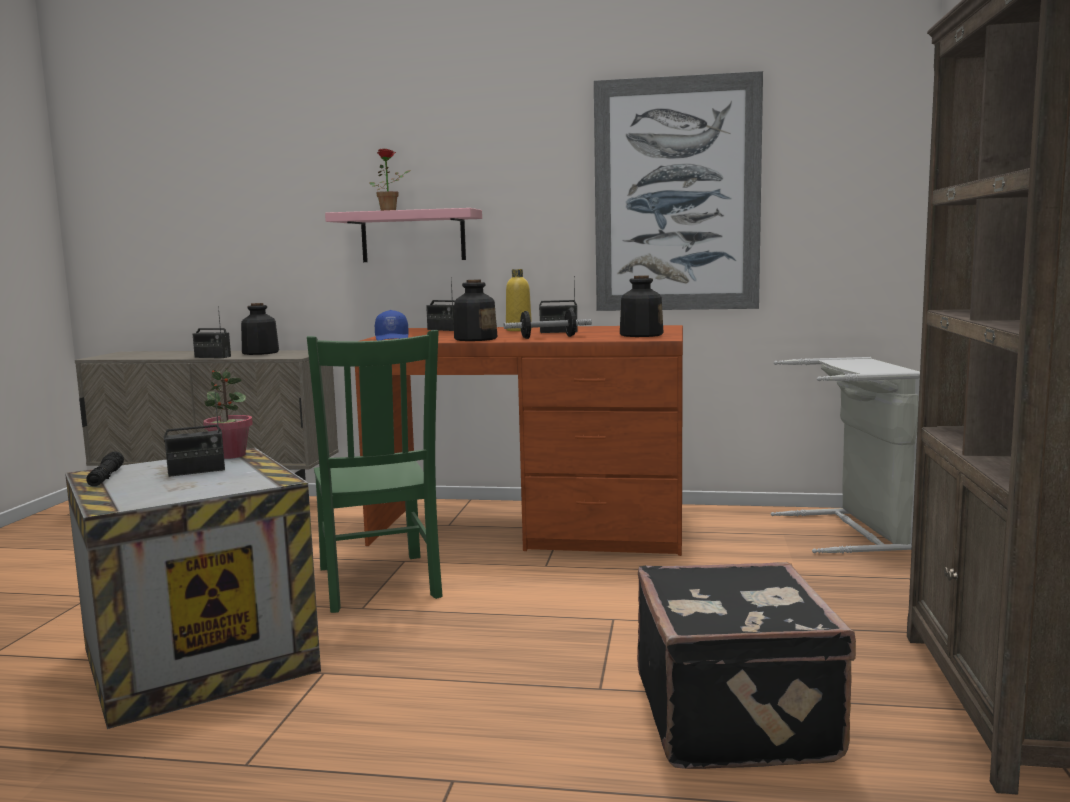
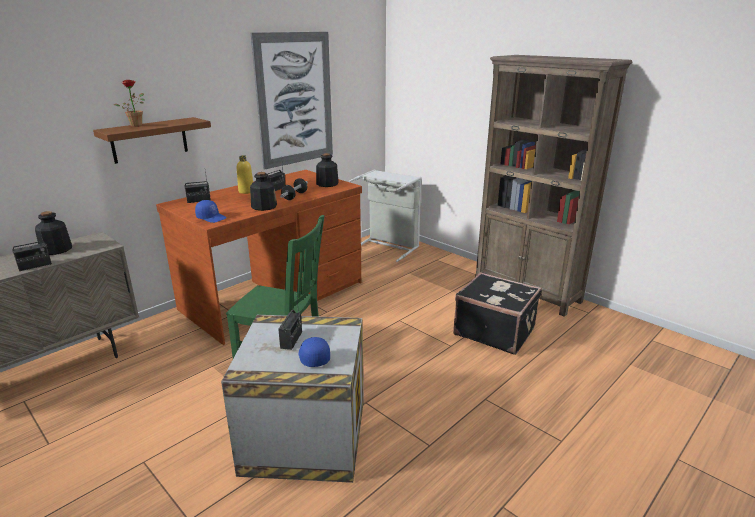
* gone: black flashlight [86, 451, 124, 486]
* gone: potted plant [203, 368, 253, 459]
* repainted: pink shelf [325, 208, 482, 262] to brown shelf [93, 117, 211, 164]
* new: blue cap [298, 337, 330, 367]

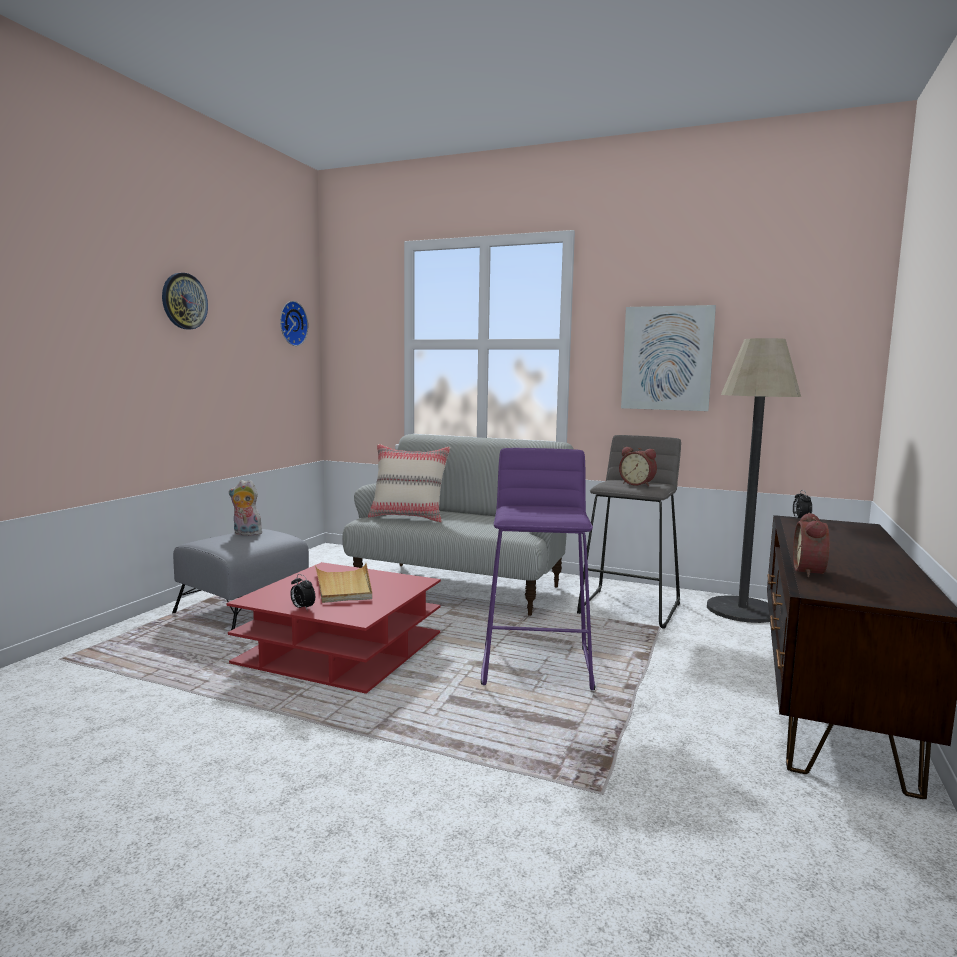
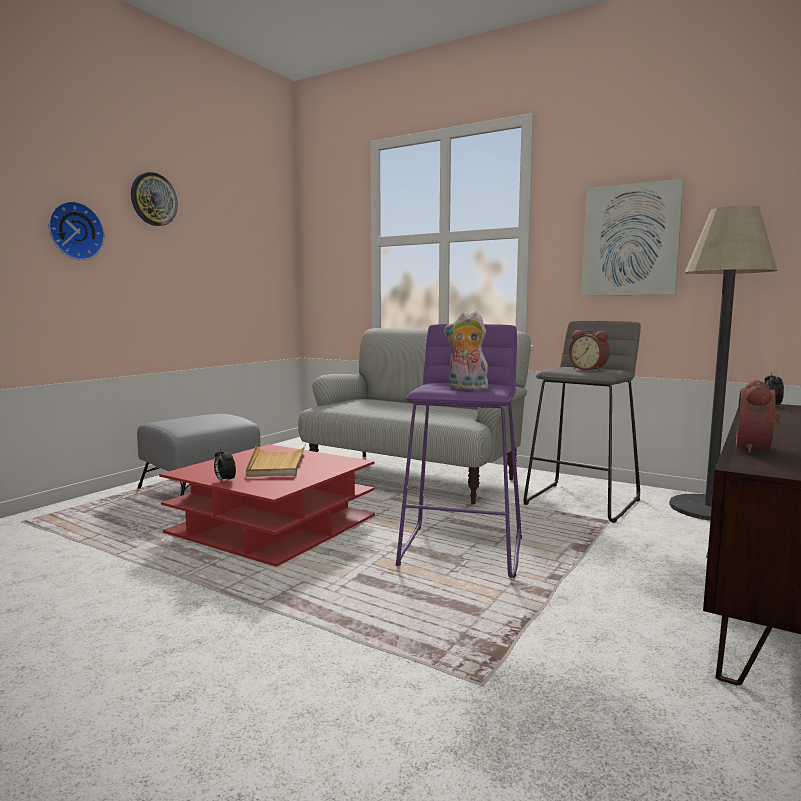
* shifted: plush toy [229, 480, 262, 536] to [444, 311, 488, 390]
* shifted: wall clock [280, 301, 308, 346] to [48, 201, 105, 260]
* gone: beige pillow [368, 444, 451, 522]

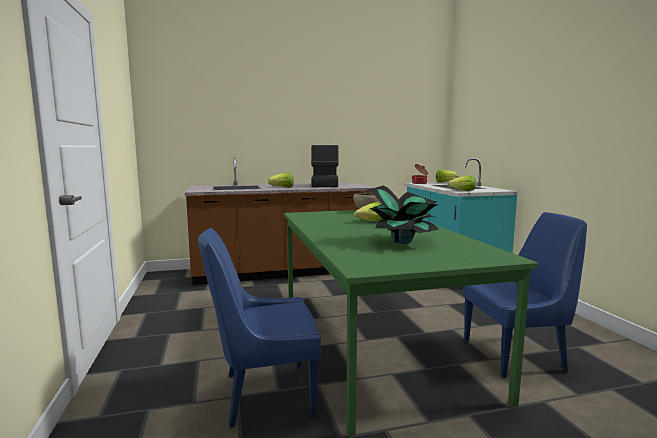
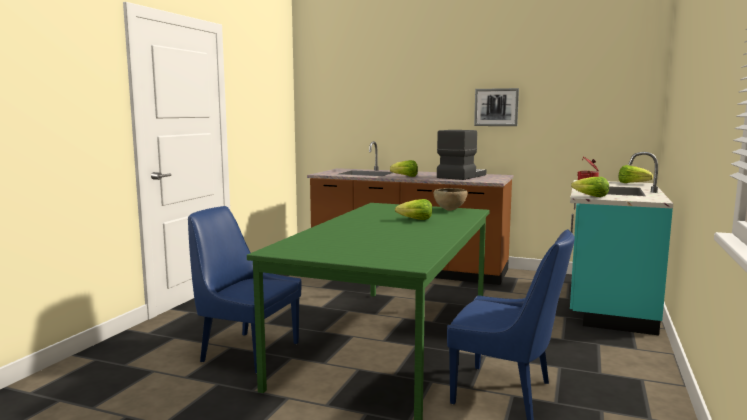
* gone: potted plant [368, 186, 439, 244]
* new: picture [474, 88, 519, 126]

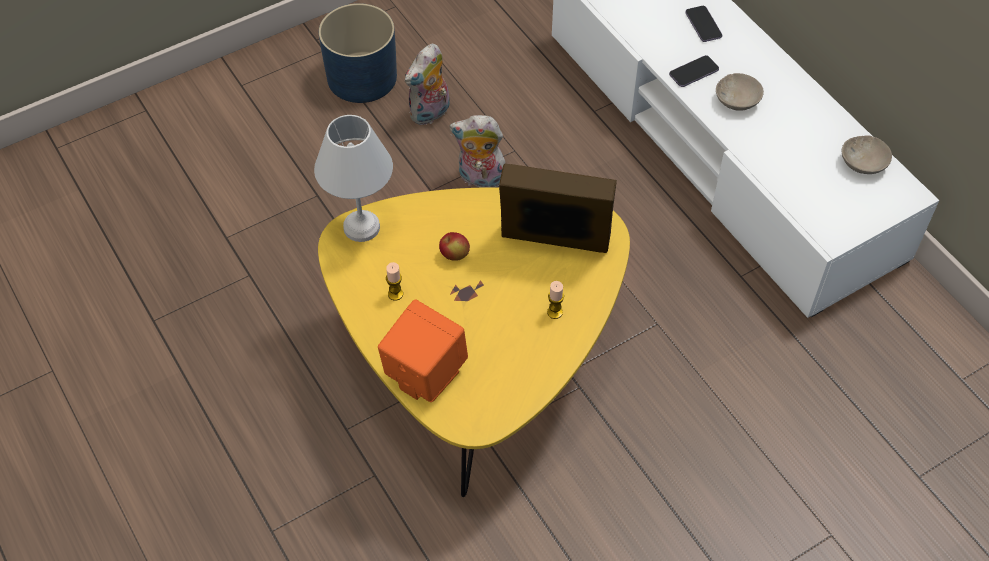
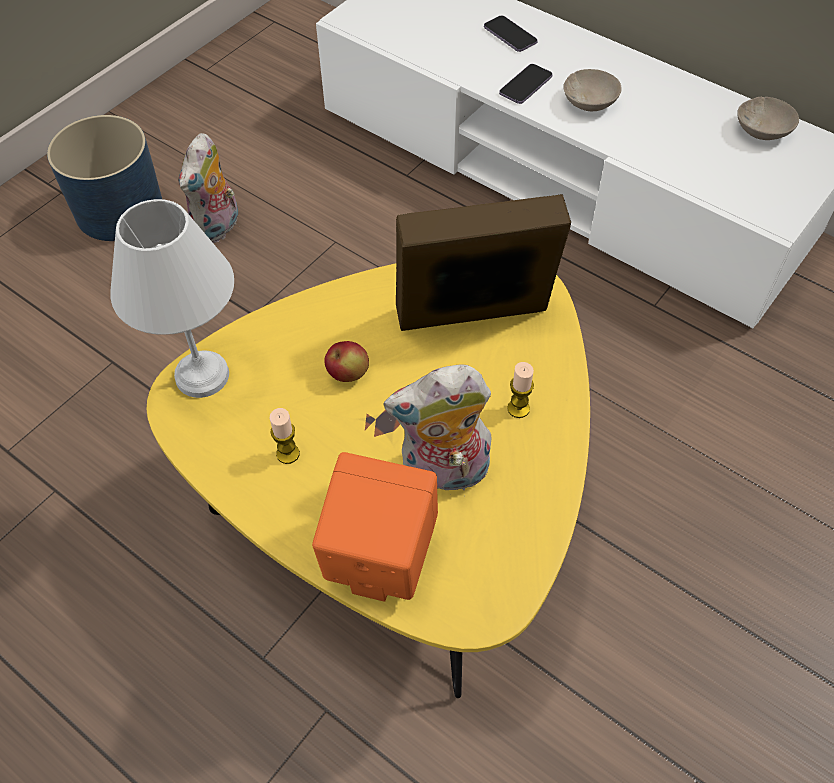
* shifted: plush toy [449, 115, 506, 188] to [384, 365, 491, 497]

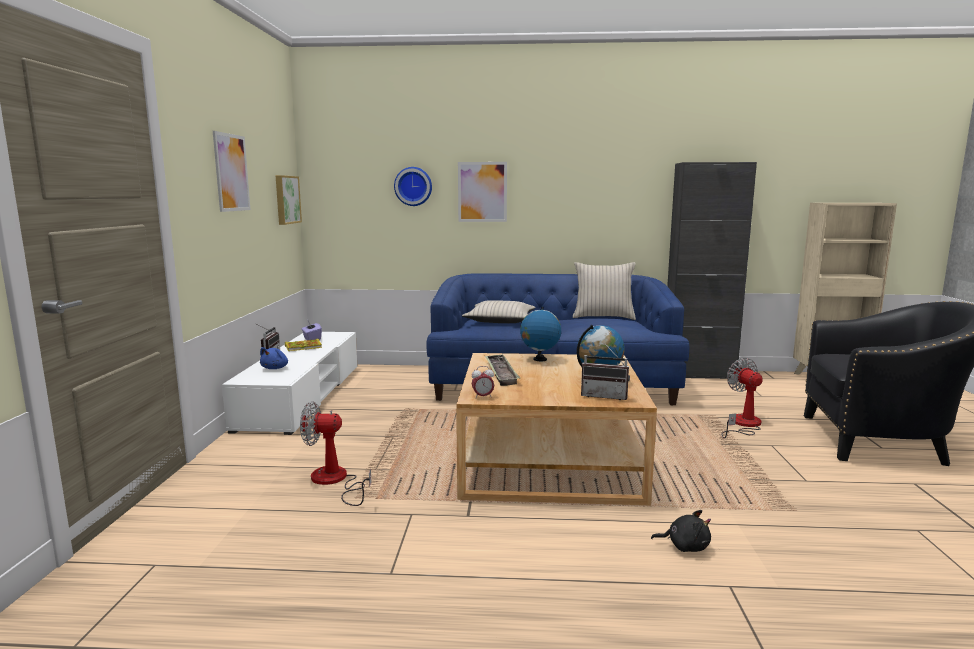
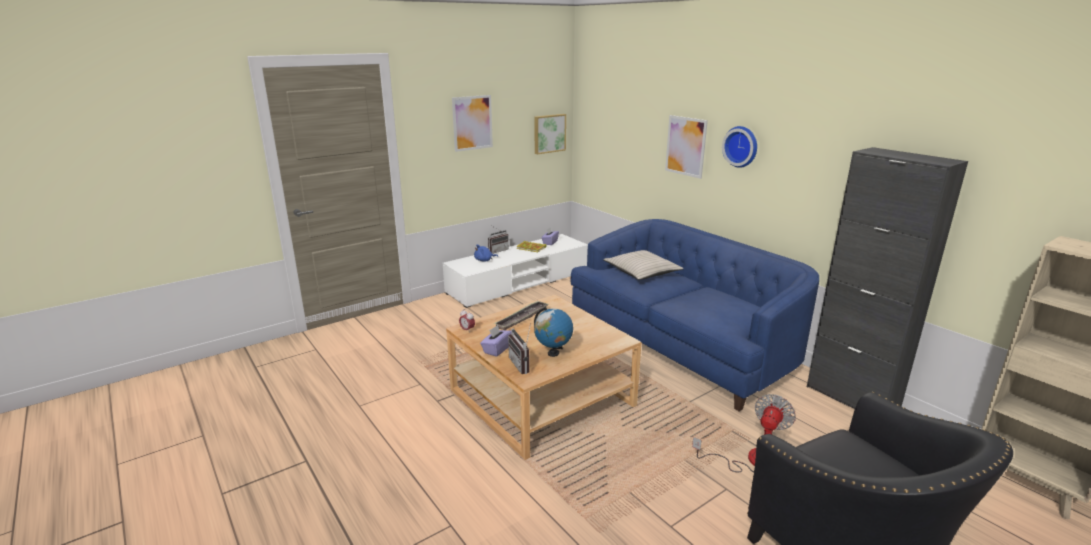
* gone: fan [300, 401, 371, 506]
* shifted: wall clock [394, 167, 432, 206] to [722, 126, 757, 168]
* gone: globe [520, 307, 561, 361]
* gone: beige pillow [573, 262, 636, 320]
* gone: black plush toy [651, 510, 711, 552]
* new: purple tissue box [480, 325, 512, 357]

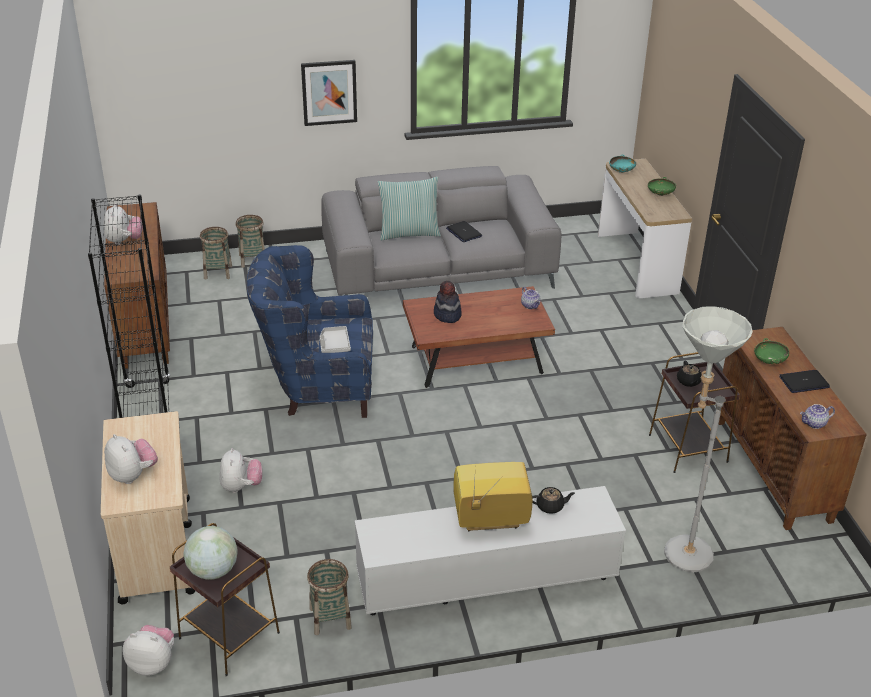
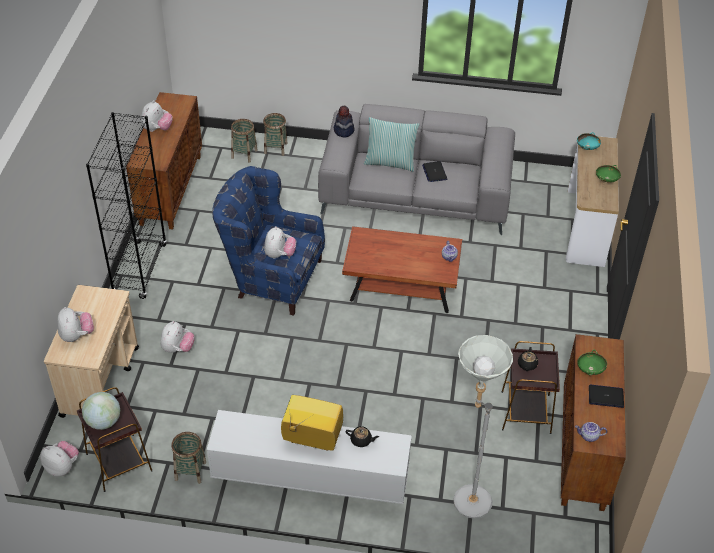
* gone: picture [301, 60, 357, 126]
* swapped: grey tray [320, 326, 351, 353] to plush toy [264, 226, 296, 259]
* shifted: hat [434, 281, 462, 323] to [334, 106, 355, 138]

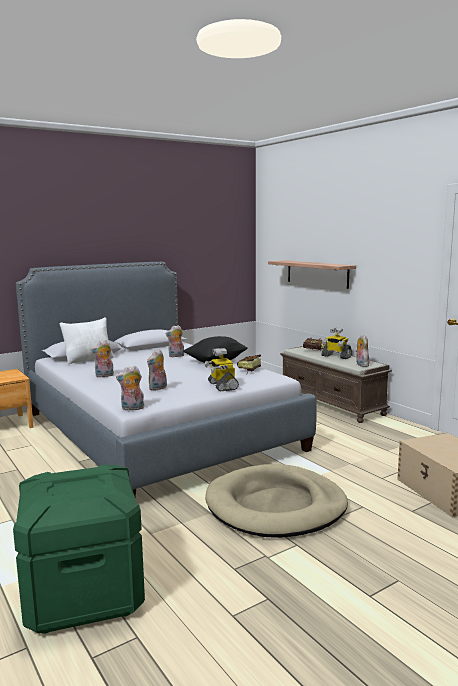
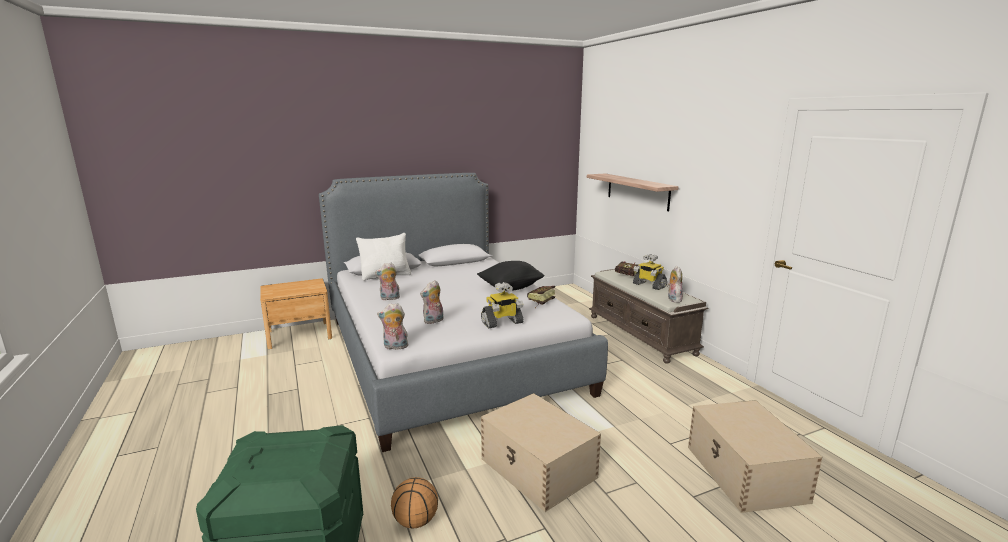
* gone: plush toy [165, 325, 184, 357]
* rotated: toy robot [204, 348, 239, 391] = [481, 282, 524, 328] 105 degrees counterclockwise
* swapped: beige dog bed [205, 464, 348, 538] to beige storage box [481, 393, 601, 512]
* new: basketball [391, 477, 438, 528]

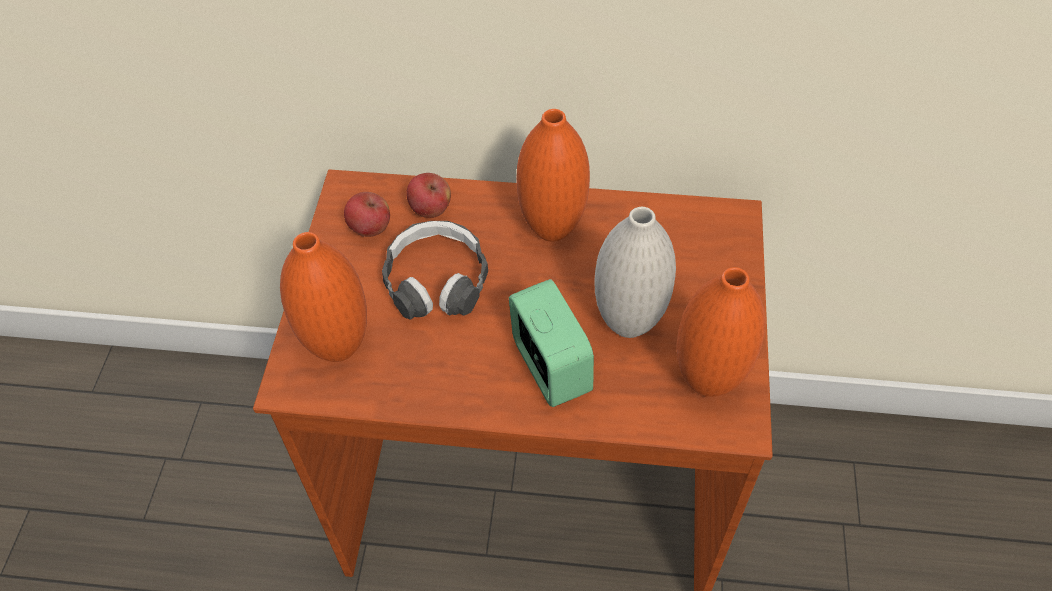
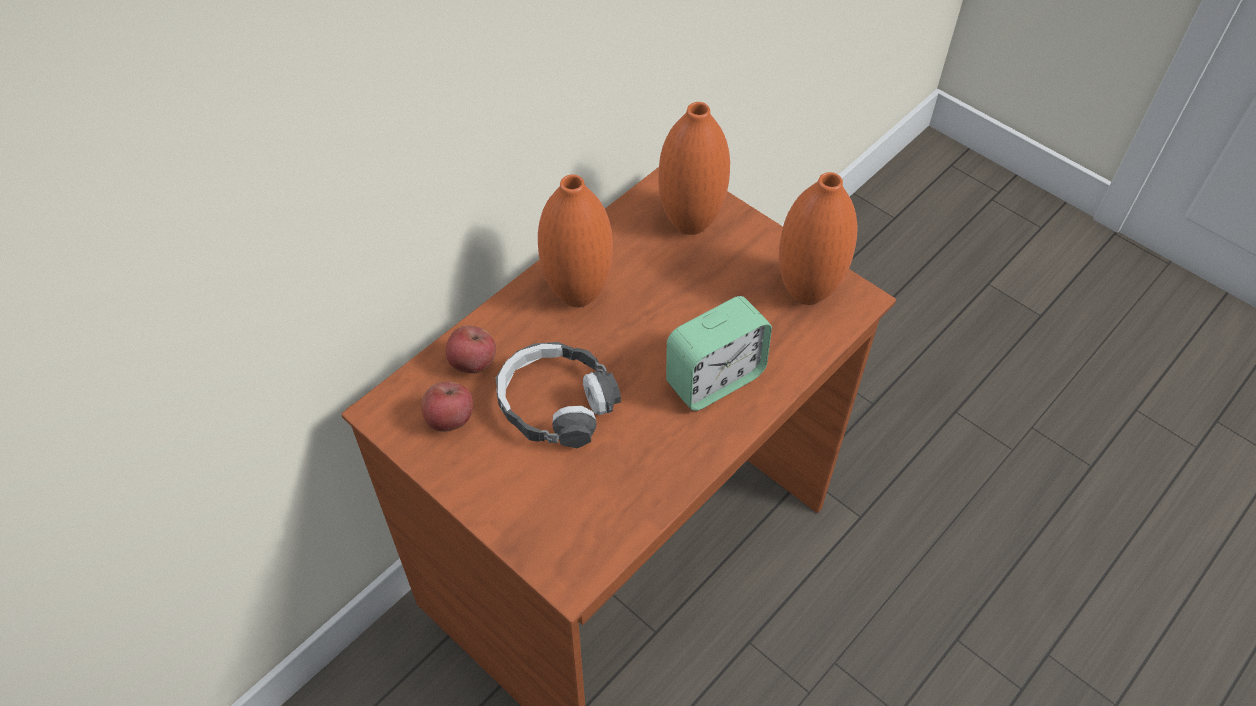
* shifted: orange vase [280, 232, 367, 362] to [658, 102, 730, 235]
* rotated: alarm clock [509, 279, 594, 407] = [666, 296, 772, 411] 135 degrees clockwise
* gone: white vase [595, 207, 676, 338]

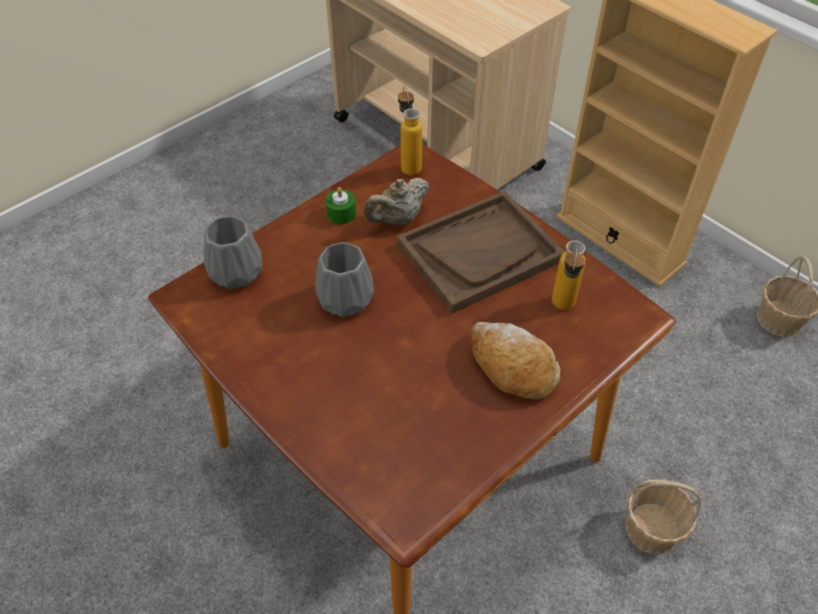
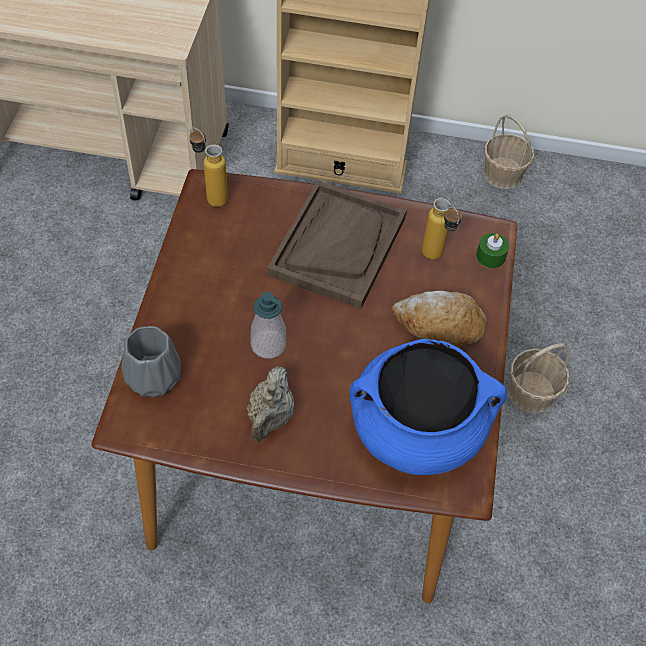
* swapped: grey vase [315, 242, 374, 317] to soap dispenser [250, 292, 286, 359]
* shifted: green candle [325, 187, 356, 224] to [476, 233, 509, 268]
* shifted: beige teapot [364, 178, 429, 225] to [247, 366, 294, 442]
* new: blue cooking pot [350, 339, 507, 475]

